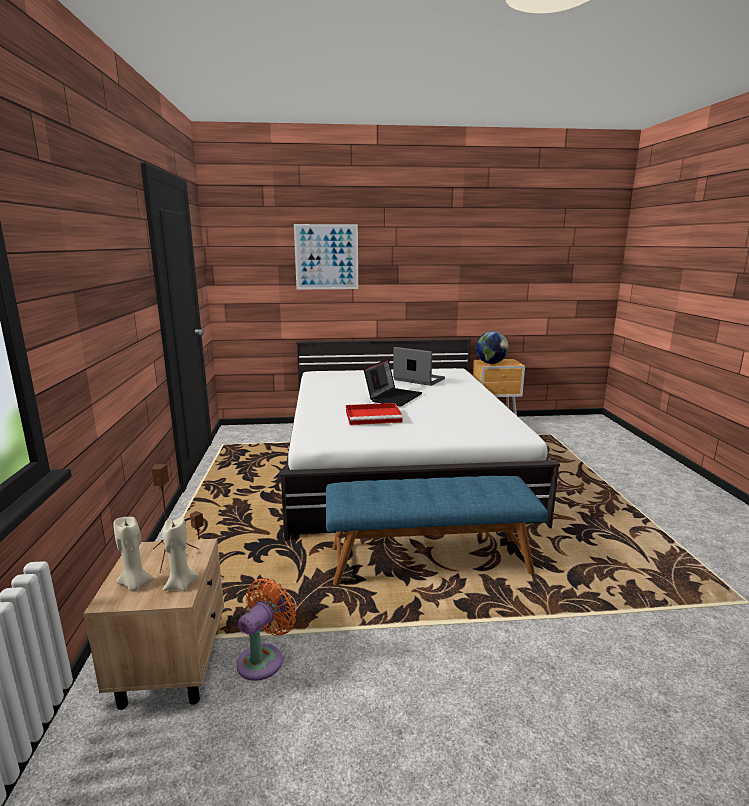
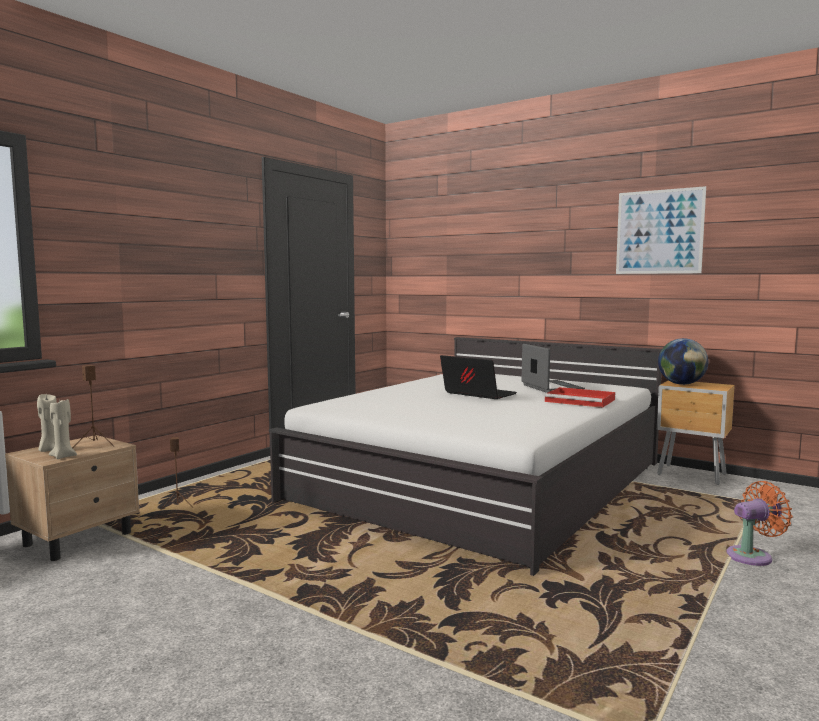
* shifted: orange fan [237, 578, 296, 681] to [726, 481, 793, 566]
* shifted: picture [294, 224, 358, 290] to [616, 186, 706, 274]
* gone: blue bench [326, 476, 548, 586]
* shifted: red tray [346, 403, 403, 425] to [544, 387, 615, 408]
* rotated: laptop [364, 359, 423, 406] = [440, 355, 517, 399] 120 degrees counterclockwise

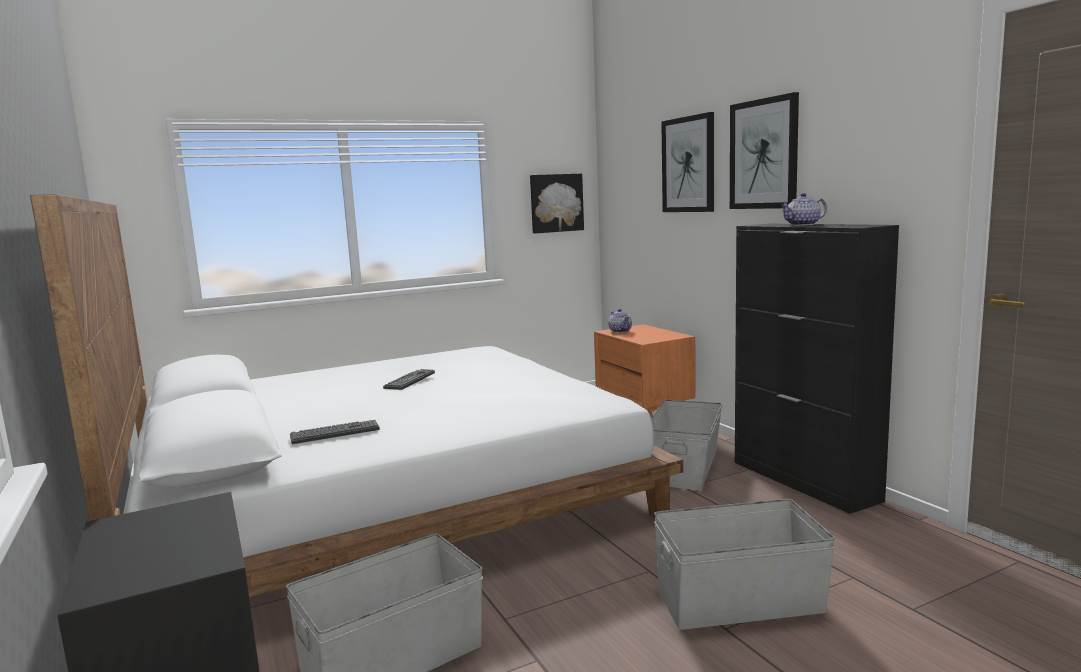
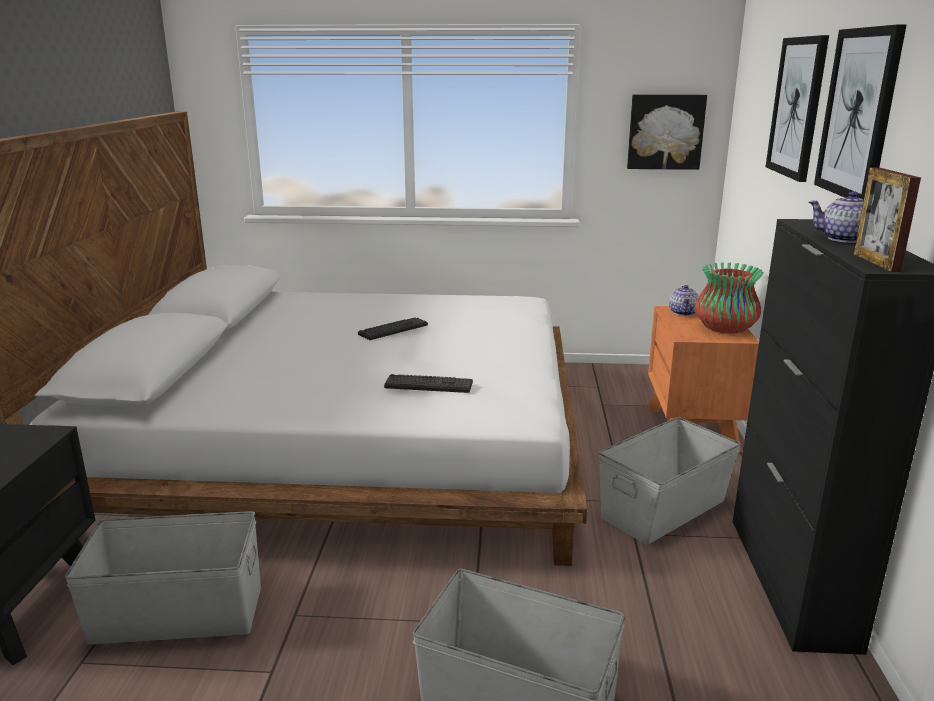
* shifted: keyboard [290, 420, 380, 444] to [384, 374, 473, 393]
* new: vase [695, 262, 764, 334]
* new: picture frame [854, 167, 921, 272]

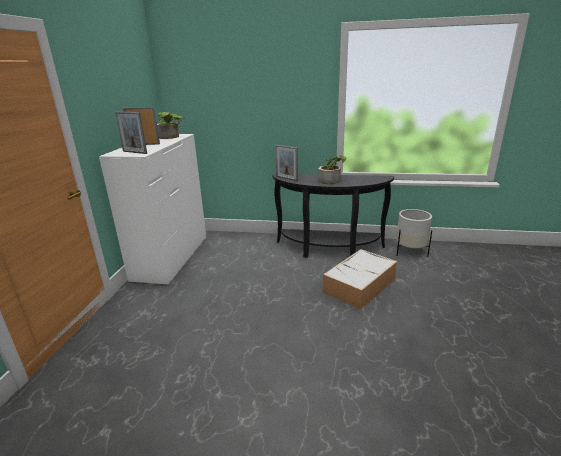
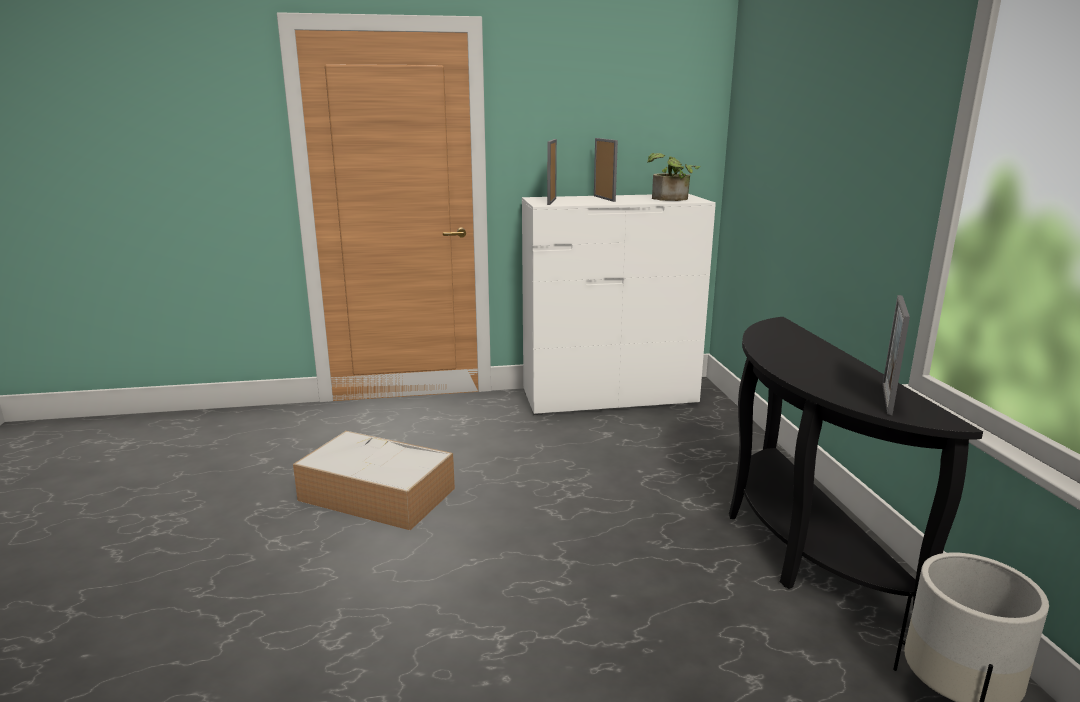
* shifted: picture frame [275, 145, 298, 181] to [882, 295, 910, 415]
* gone: potted plant [318, 155, 346, 184]
* shifted: storage box [323, 249, 397, 310] to [293, 431, 455, 530]

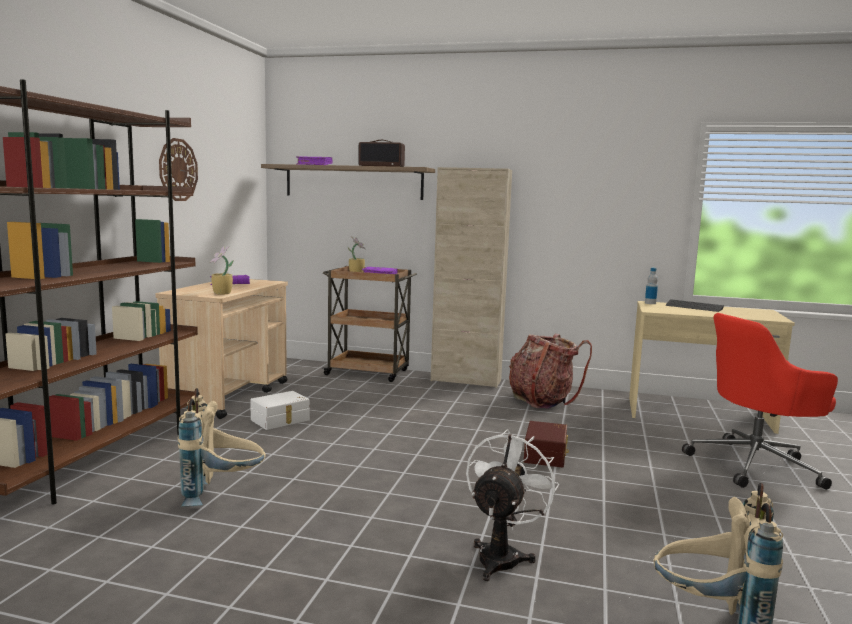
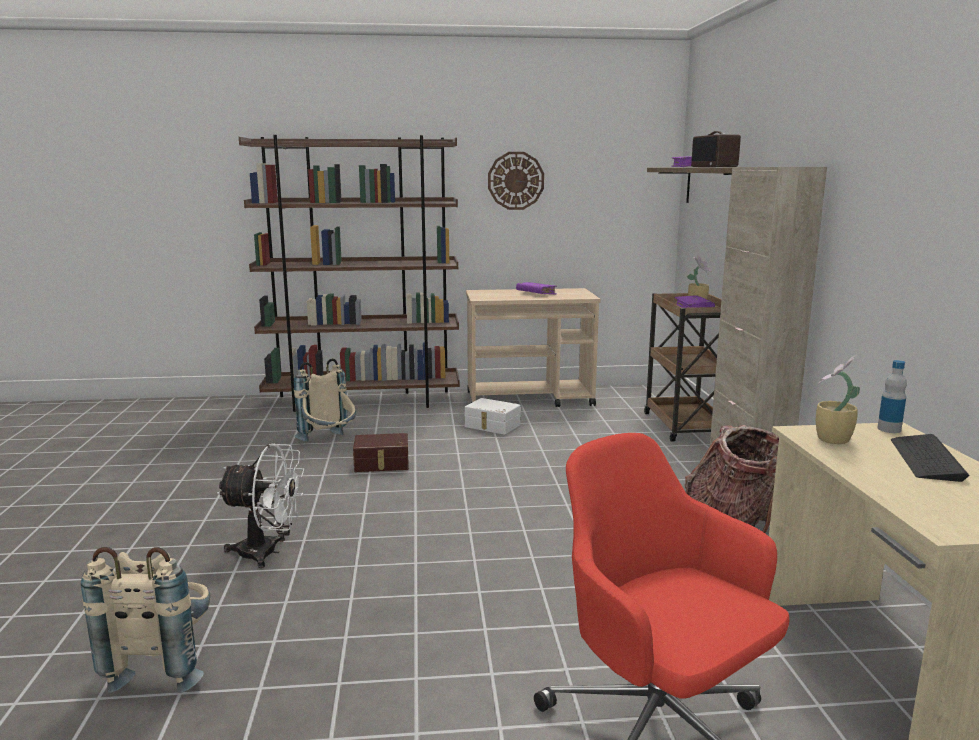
* shifted: potted plant [210, 246, 234, 295] to [816, 355, 860, 444]
* shifted: brown storage box [524, 421, 569, 468] to [353, 433, 409, 472]

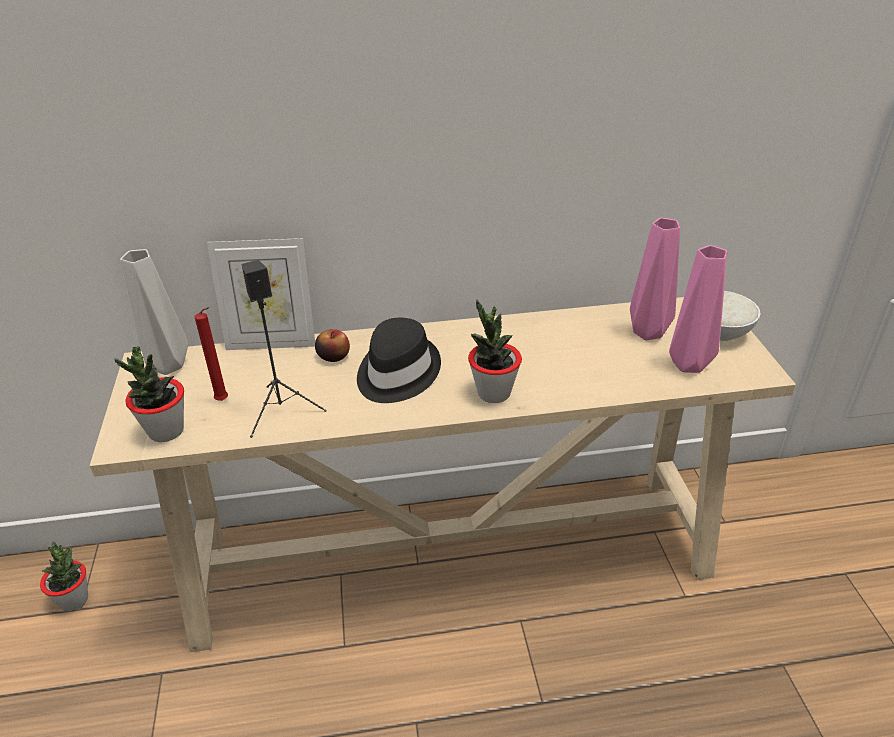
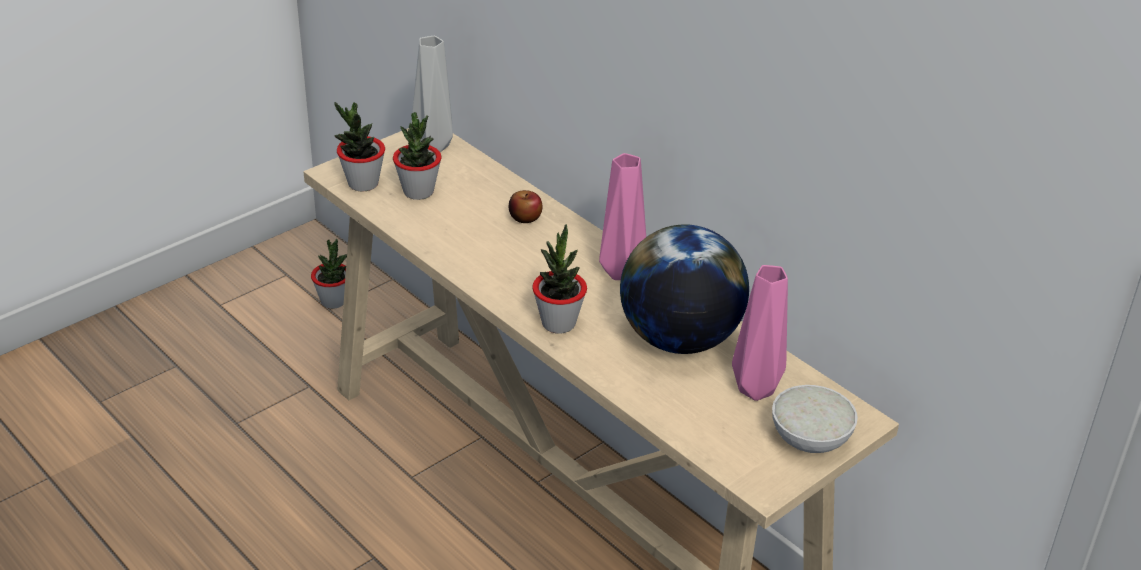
* swapped: red candle [194, 307, 228, 401] to potted plant [393, 112, 442, 200]
* gone: picture frame [207, 238, 315, 350]
* gone: black speaker [242, 260, 327, 438]
* gone: black hat [357, 318, 441, 403]
* shifted: pink vase [669, 245, 727, 373] to [599, 153, 646, 280]
* new: globe [620, 224, 749, 354]

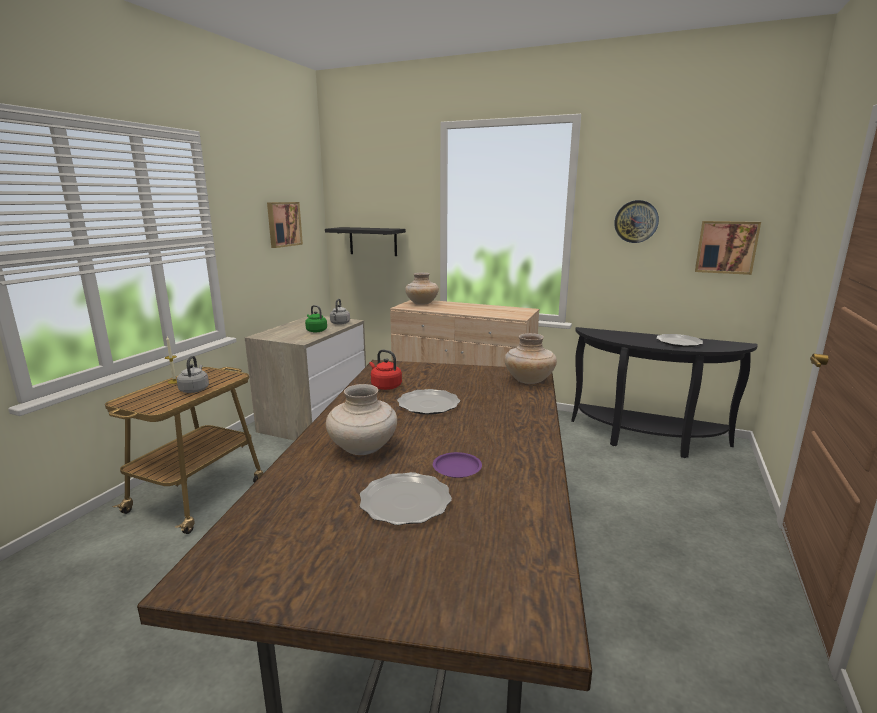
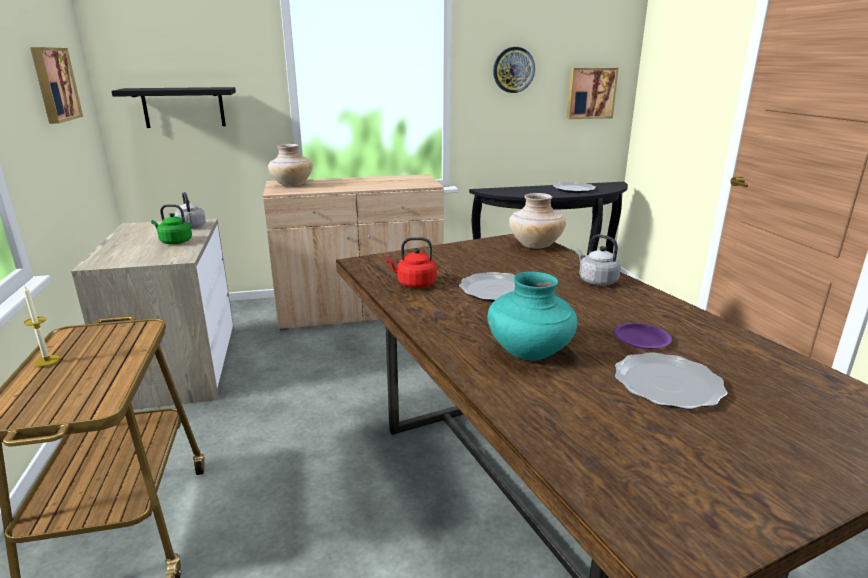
* shifted: grey kettle [177, 356, 209, 393] to [576, 234, 621, 286]
* repainted: beige vase [326, 384, 397, 455] to turquoise vase [487, 272, 577, 361]

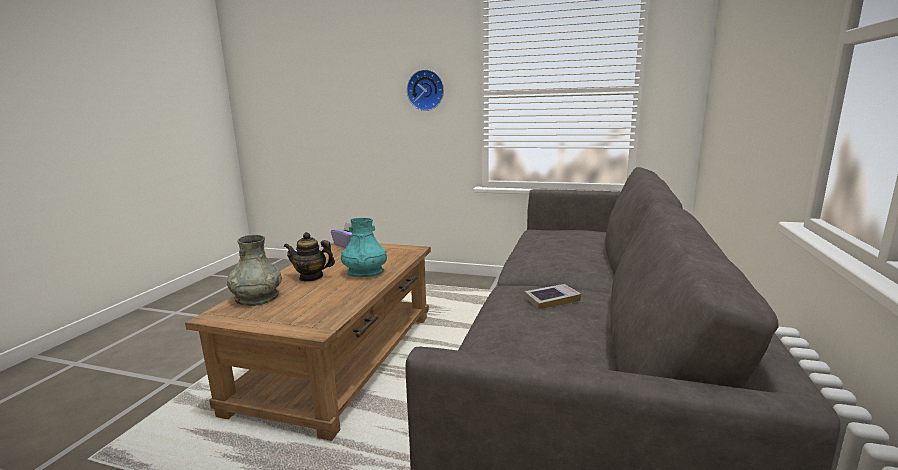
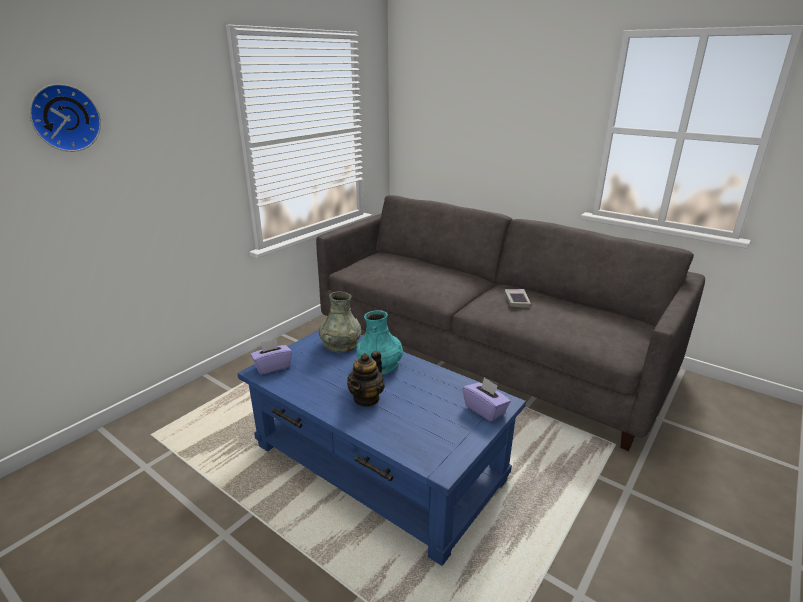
* repainted: brown coffee table [185, 242, 431, 441] to blue coffee table [237, 330, 526, 566]
* shifted: grey vase [227, 235, 282, 306] to [318, 291, 361, 353]
* shifted: wall clock [407, 69, 444, 111] to [29, 84, 101, 152]
* new: purple tissue box [463, 377, 511, 422]

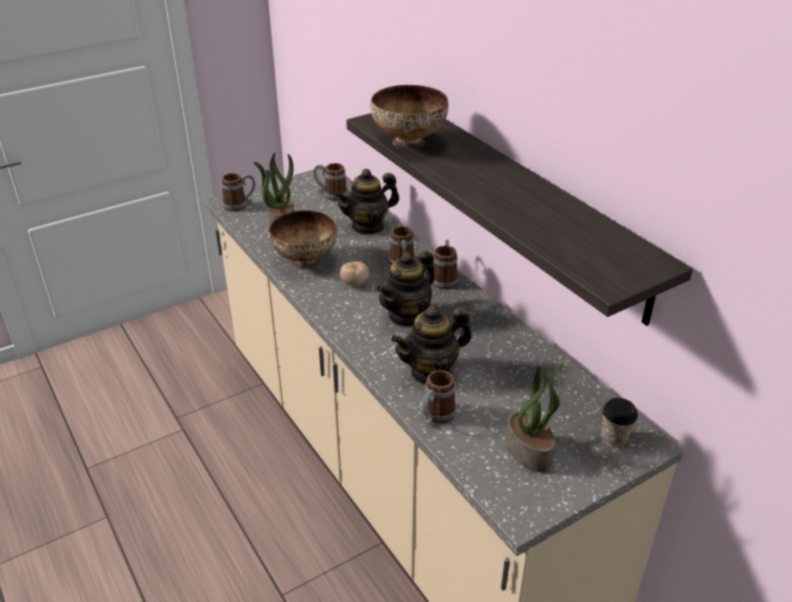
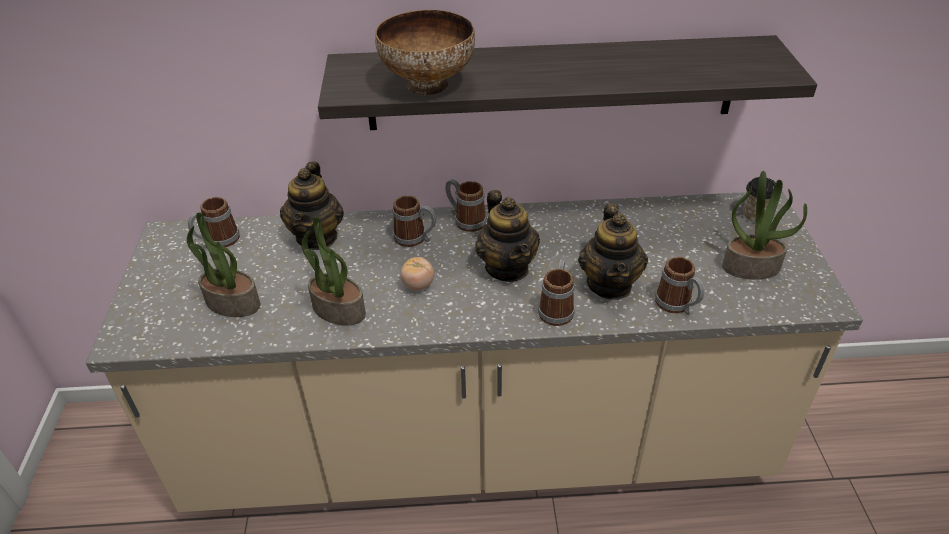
* shifted: mug [221, 173, 255, 212] to [538, 259, 575, 326]
* swapped: bowl [269, 210, 337, 269] to potted plant [301, 217, 366, 326]

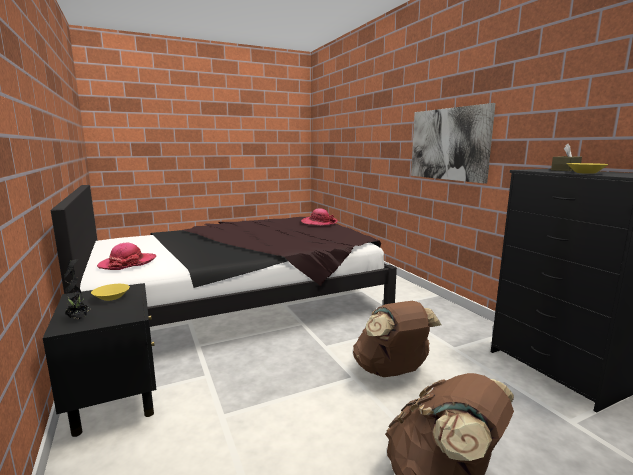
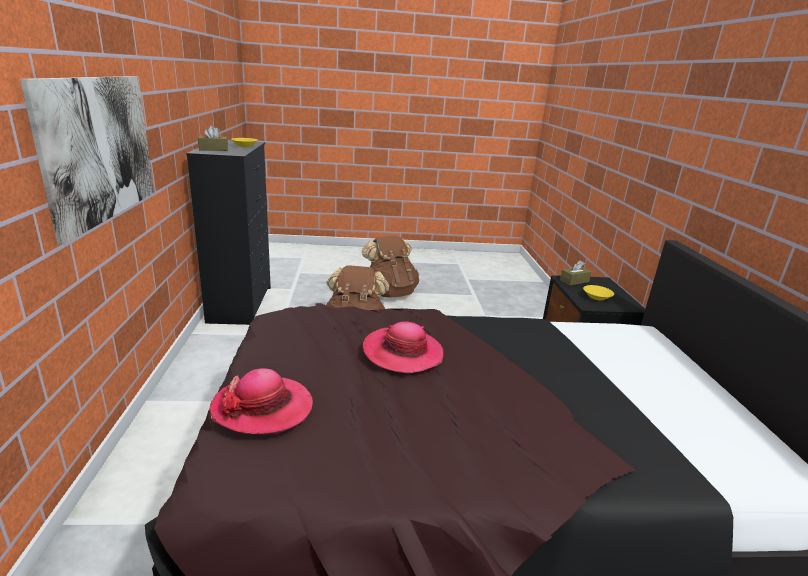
* gone: potted plant [64, 259, 89, 320]
* shifted: hat [97, 243, 156, 270] to [363, 321, 444, 373]
* new: brown tissue box [560, 260, 591, 285]

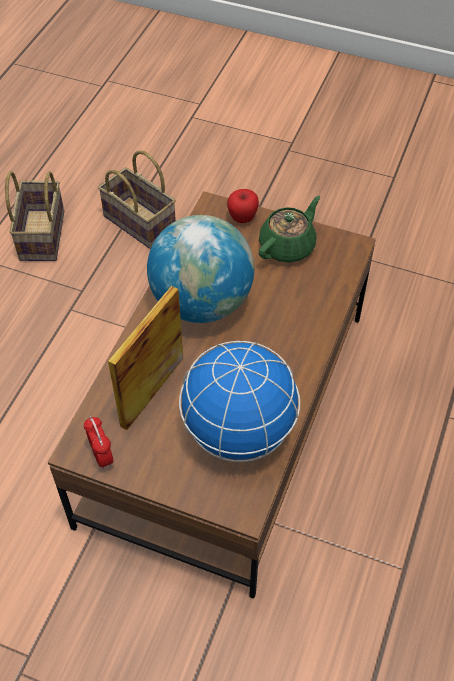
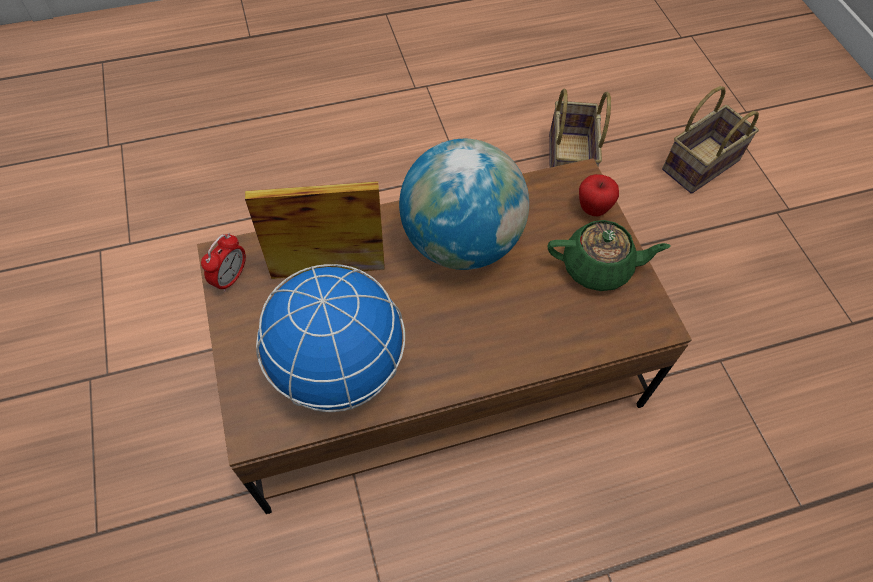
* shifted: basket [5, 171, 64, 261] to [662, 86, 759, 194]

